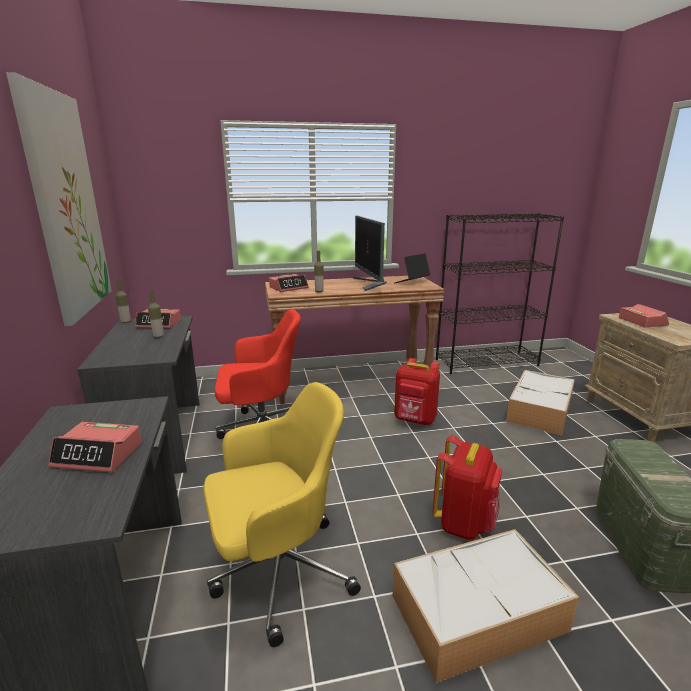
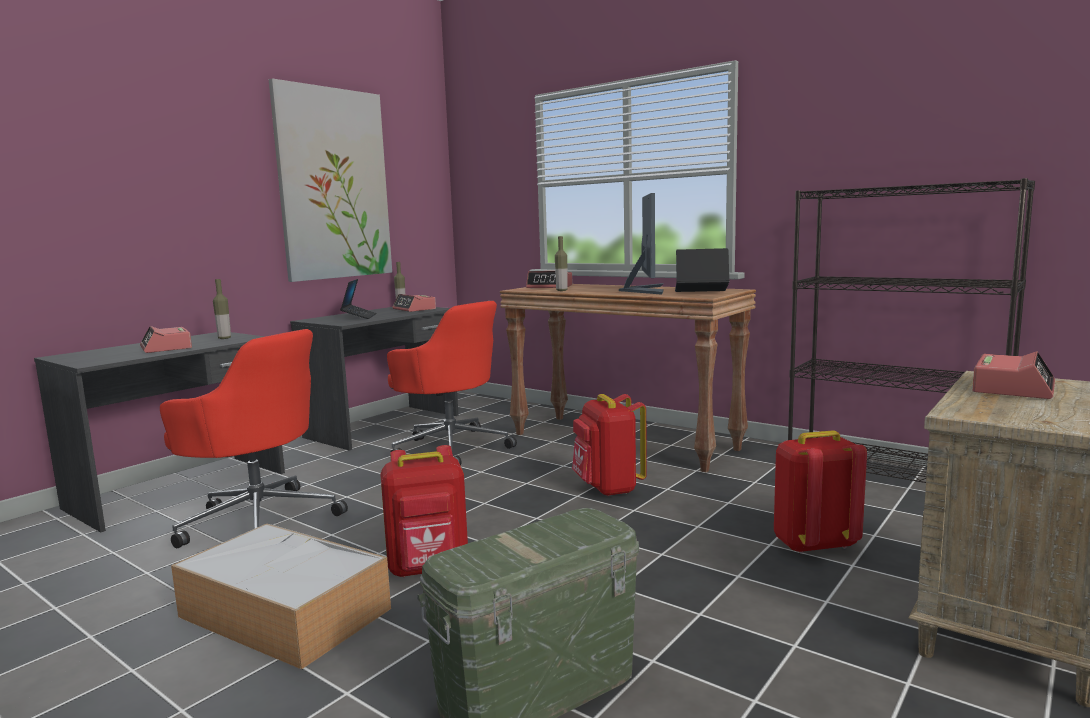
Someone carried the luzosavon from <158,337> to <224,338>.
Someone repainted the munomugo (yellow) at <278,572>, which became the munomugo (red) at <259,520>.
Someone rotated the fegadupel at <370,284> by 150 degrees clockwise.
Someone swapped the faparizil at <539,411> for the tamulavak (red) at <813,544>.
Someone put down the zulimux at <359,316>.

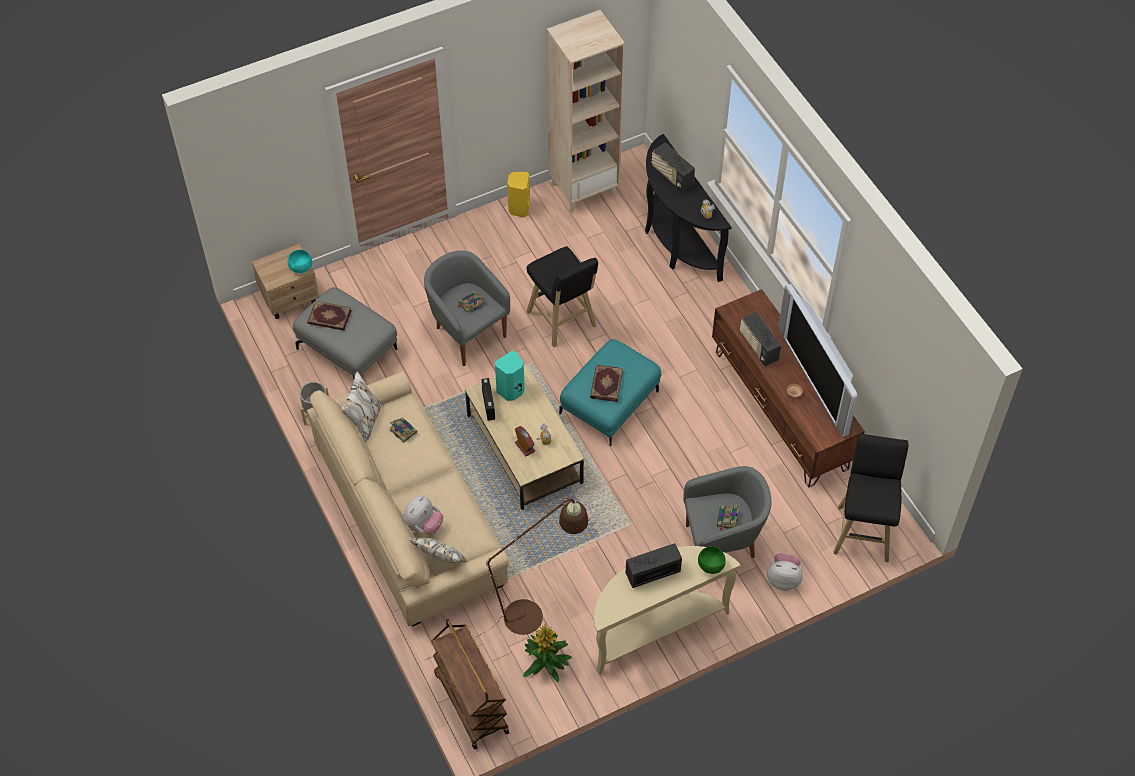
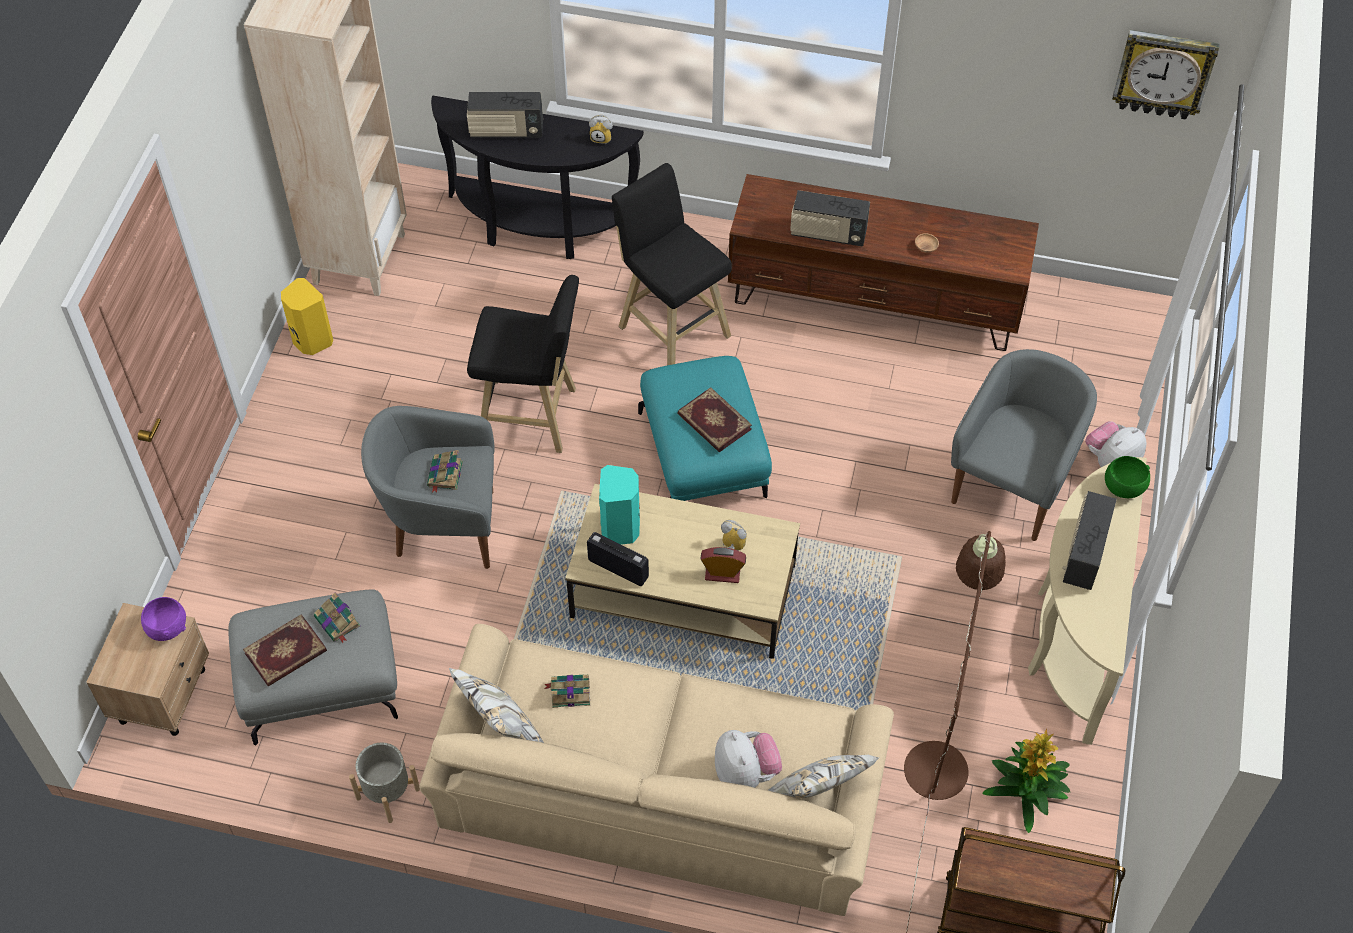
Someone repainted the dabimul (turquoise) at <301,267>, which became the dabimul (purple) at <167,627>.
Someone carried the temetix from <727,519> to <338,622>.
Someone took away the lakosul at <816,379>.
Someone carried the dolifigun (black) from <863,530> to <671,328>.
Someone put up the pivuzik at <1163,73>.

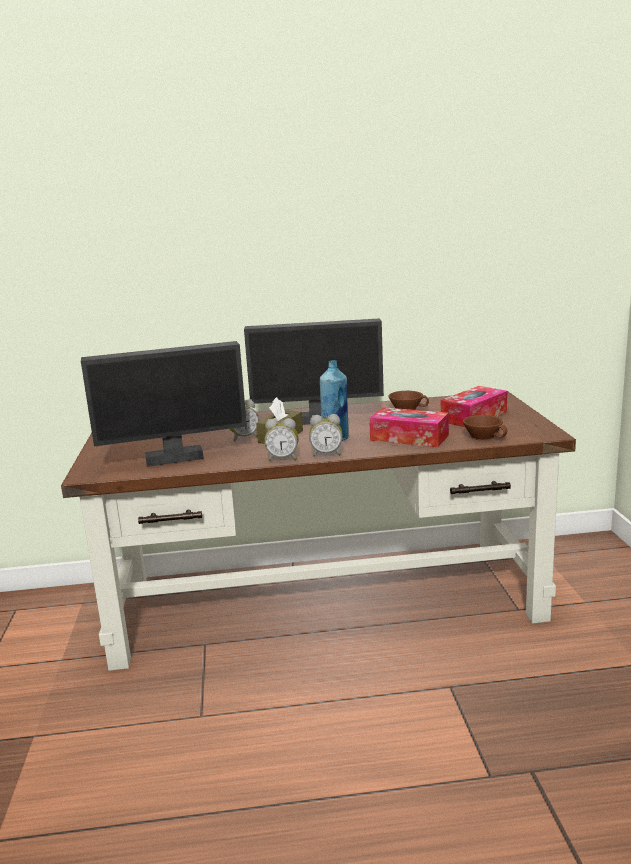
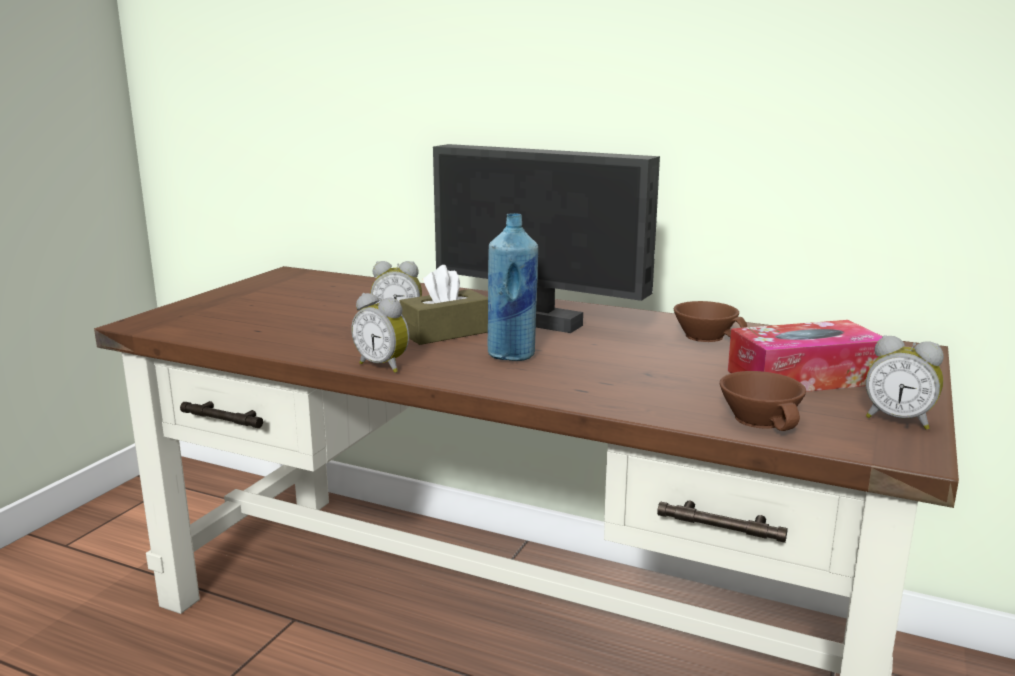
Someone took away the fegadupel at <174,459>.
Someone carried the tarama from <326,454> to <898,420>.
Someone took away the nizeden at <409,438>.

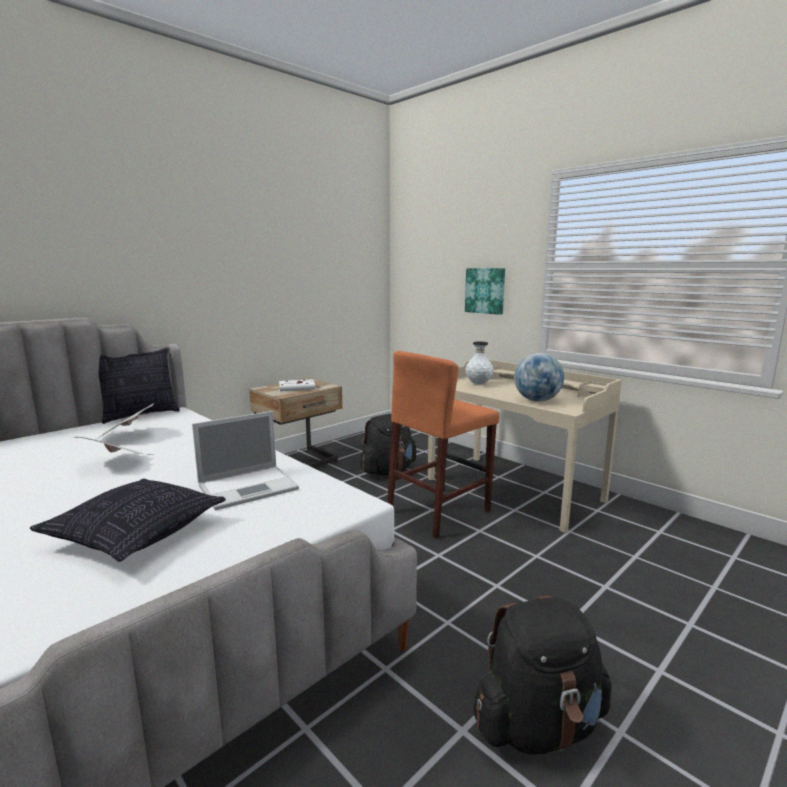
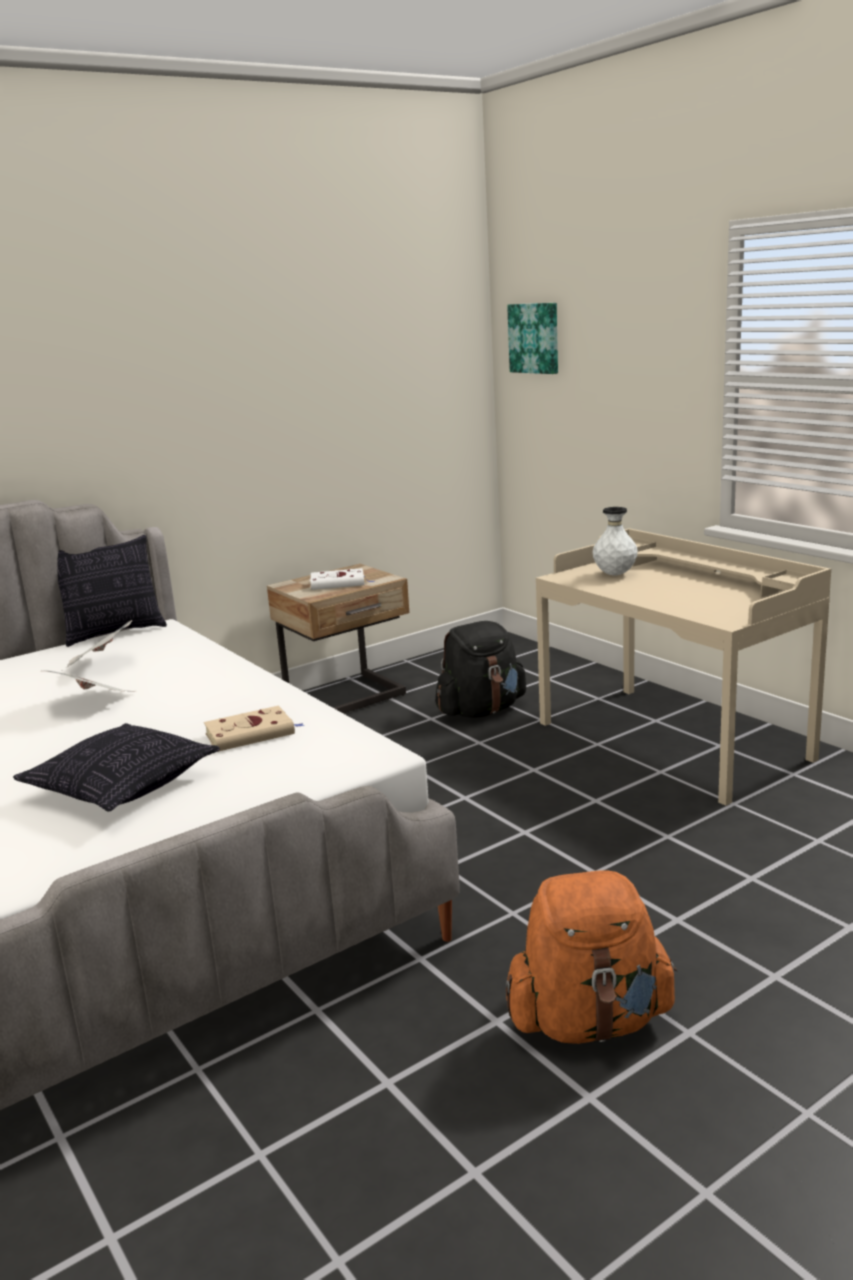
Someone swapped the zulimux at <249,486> for the temetix (beige) at <252,734>.
Someone took away the dolifigun (orange) at <439,511>.
Someone carried the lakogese from <485,290> to <535,338>.
Someone repainted the tamulavak (black) at <538,725>, which became the tamulavak (orange) at <590,1021>.
Someone took away the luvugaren at <537,400>.

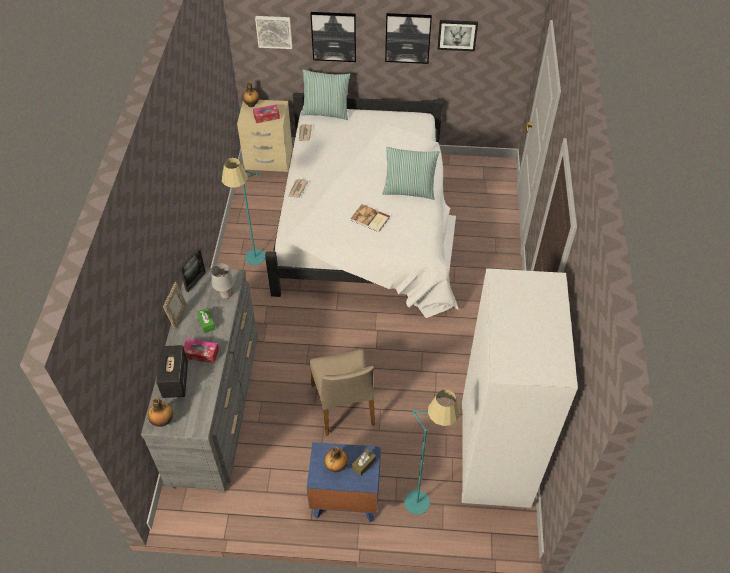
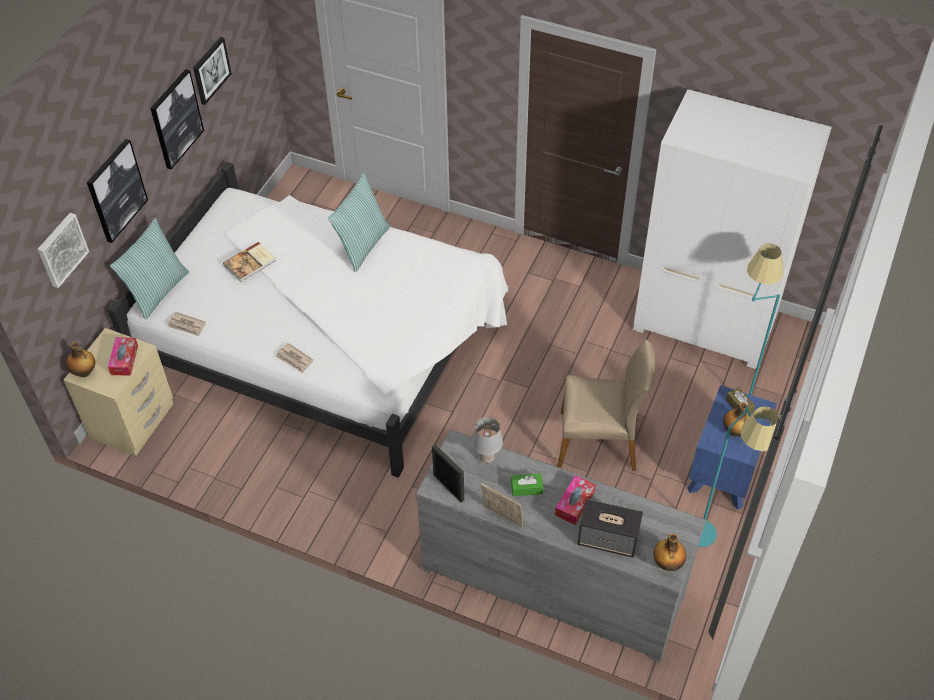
Someone carried the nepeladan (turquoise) from <253,264> to <714,538>.
Someone carried the temetix from <370,219> to <250,263>.

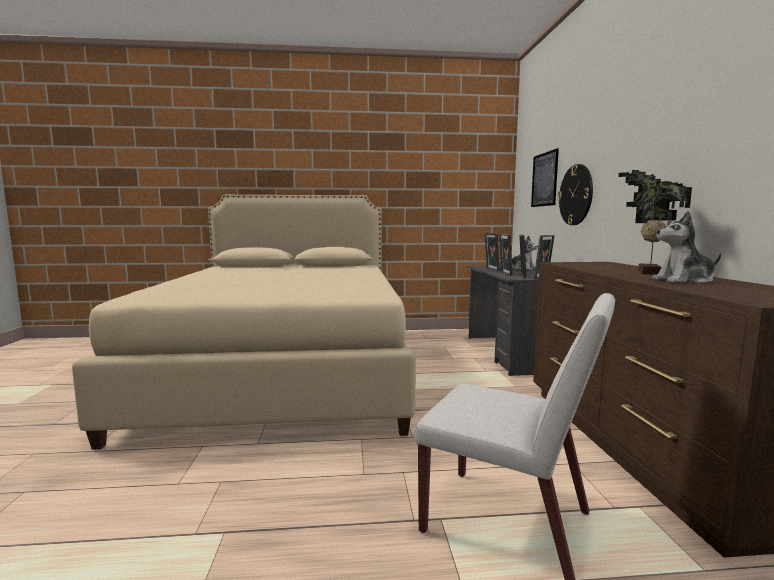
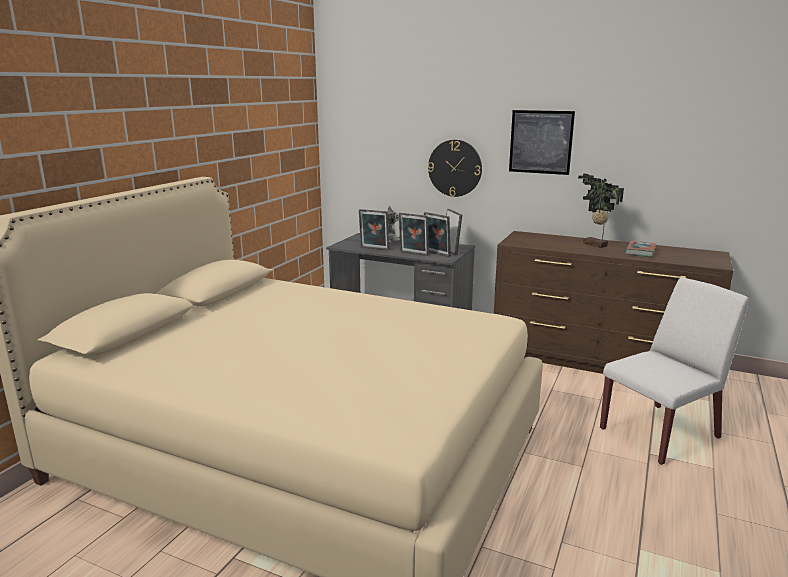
Someone carried the lakogese from <544,179> to <540,142>.
Someone swapped the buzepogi at <684,281> for the temetix at <640,251>.

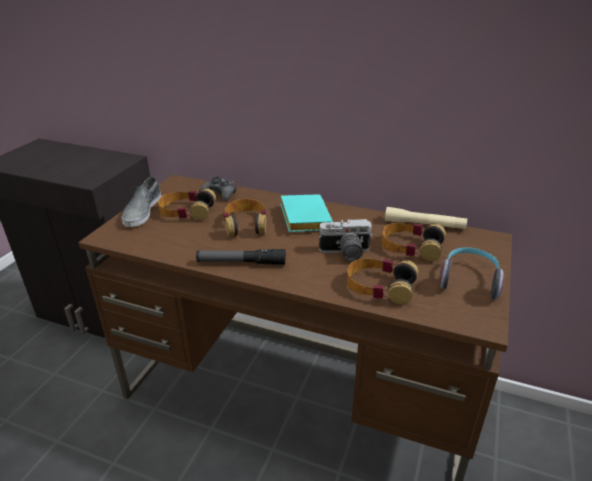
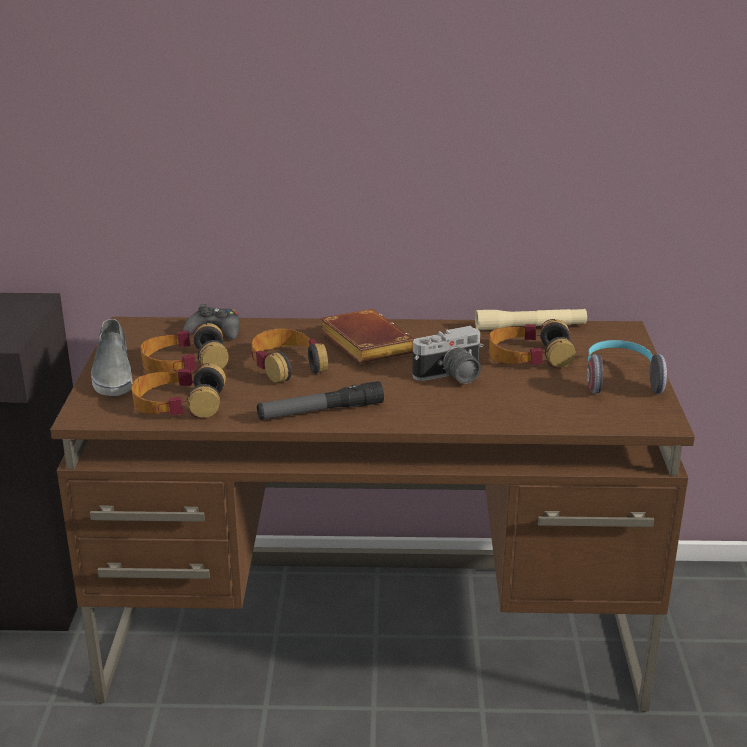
Someone repainted the temetix (turquoise) at <303,217>, which became the temetix (brown) at <363,344>.
Someone carried the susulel from <379,286> to <178,404>.

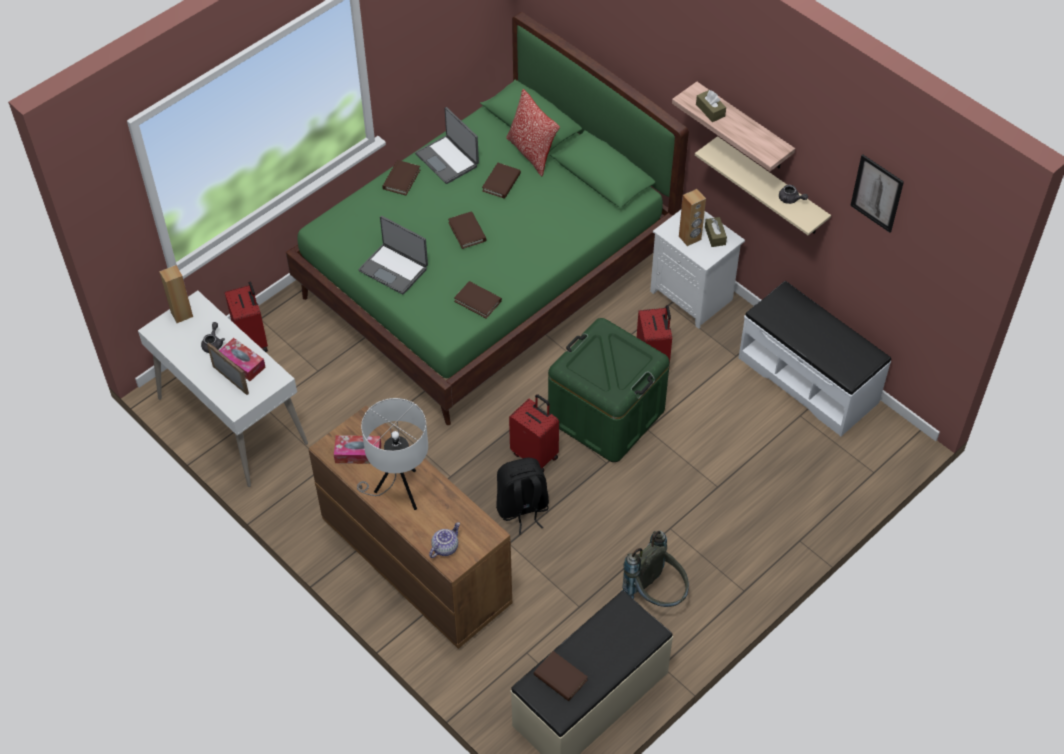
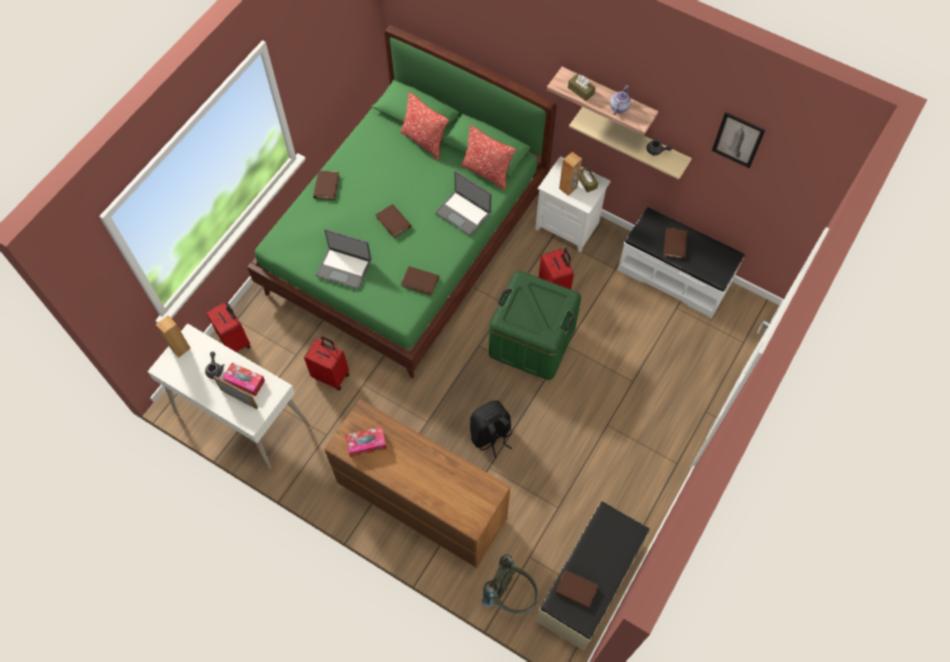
Someone took away the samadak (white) at <398,490>.
Someone carried the zulimux from <448,160> to <463,213>.
Someone carried the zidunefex from <445,547> to <618,107>.
Someone carried the temetix (brown) from <501,182> to <675,244>.
Someone carried the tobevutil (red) from <535,455> to <331,375>.
Someone carried the tamulavak (grey) from <656,595> to <510,595>.
Someone put down the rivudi at <487,173>.

